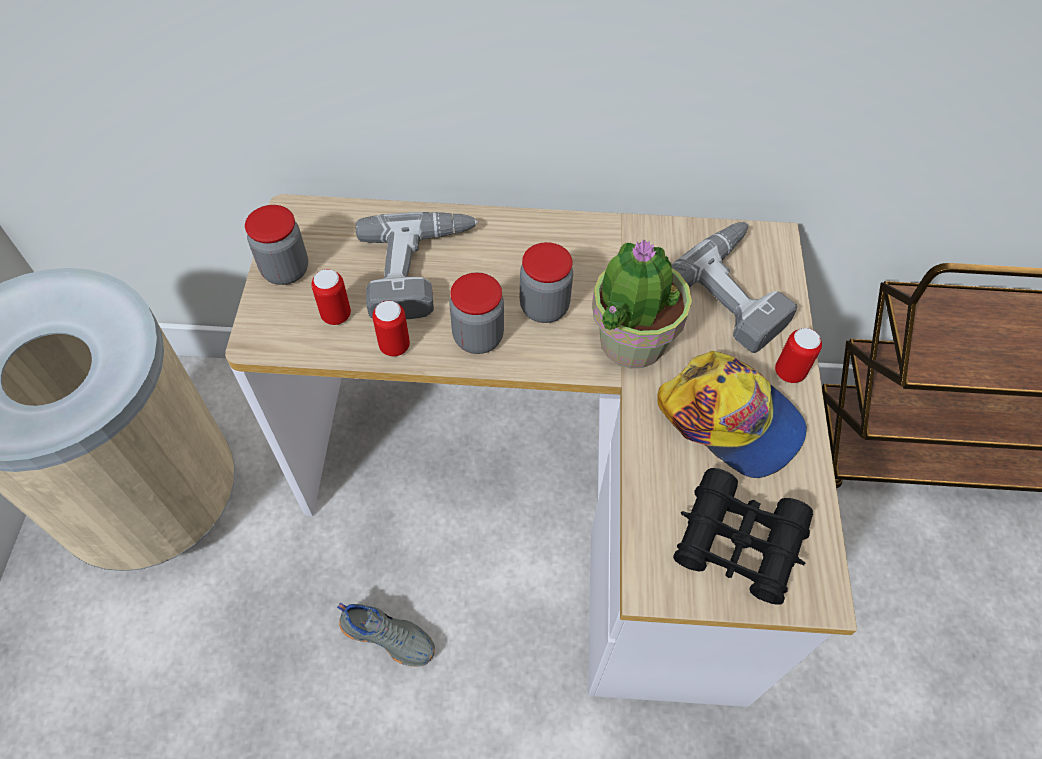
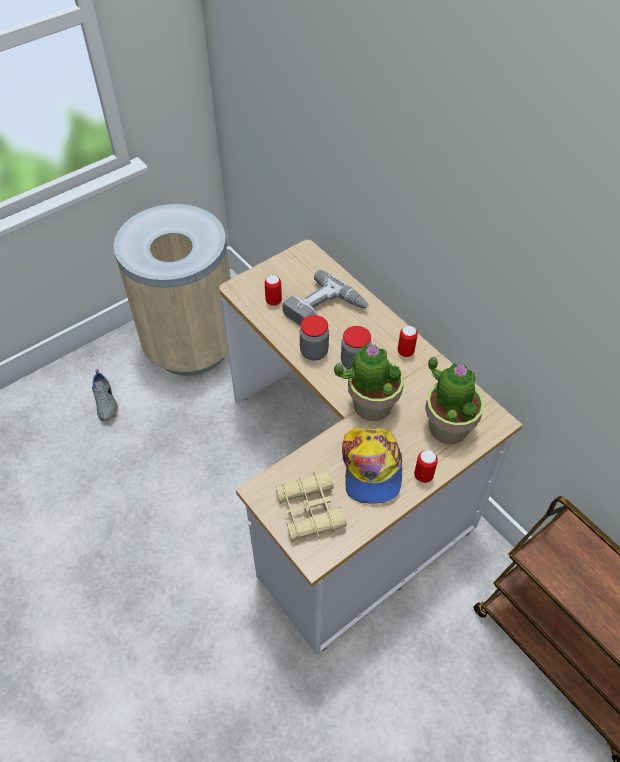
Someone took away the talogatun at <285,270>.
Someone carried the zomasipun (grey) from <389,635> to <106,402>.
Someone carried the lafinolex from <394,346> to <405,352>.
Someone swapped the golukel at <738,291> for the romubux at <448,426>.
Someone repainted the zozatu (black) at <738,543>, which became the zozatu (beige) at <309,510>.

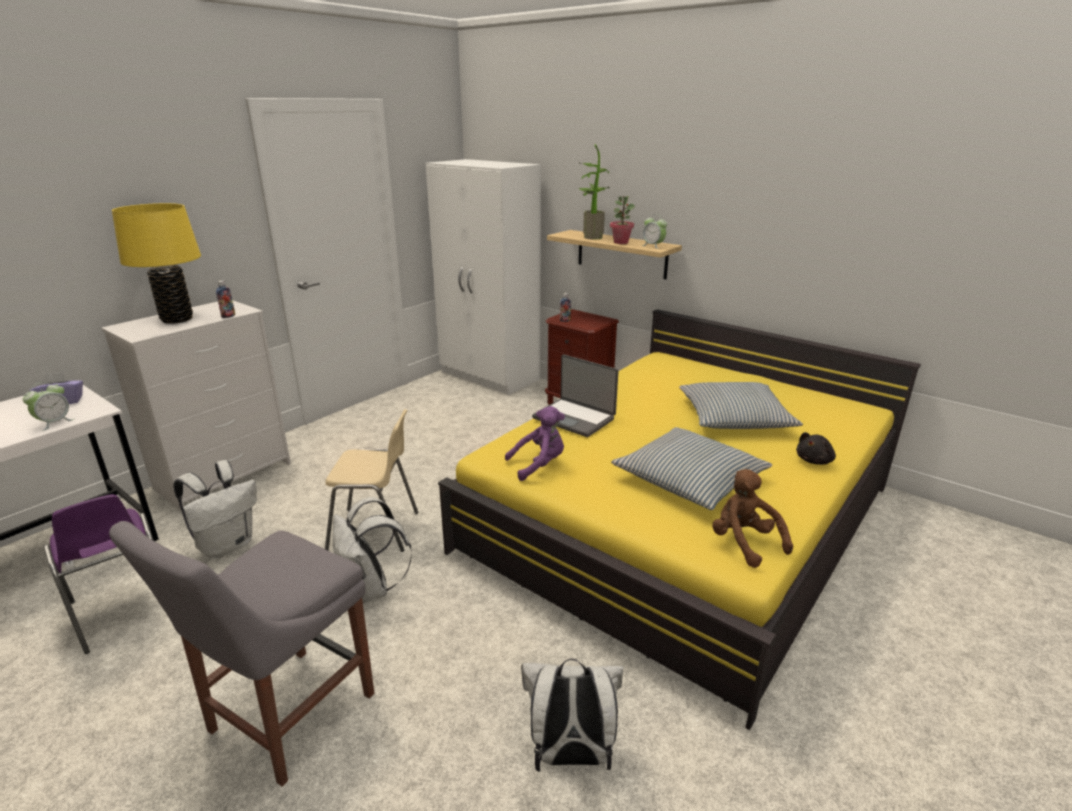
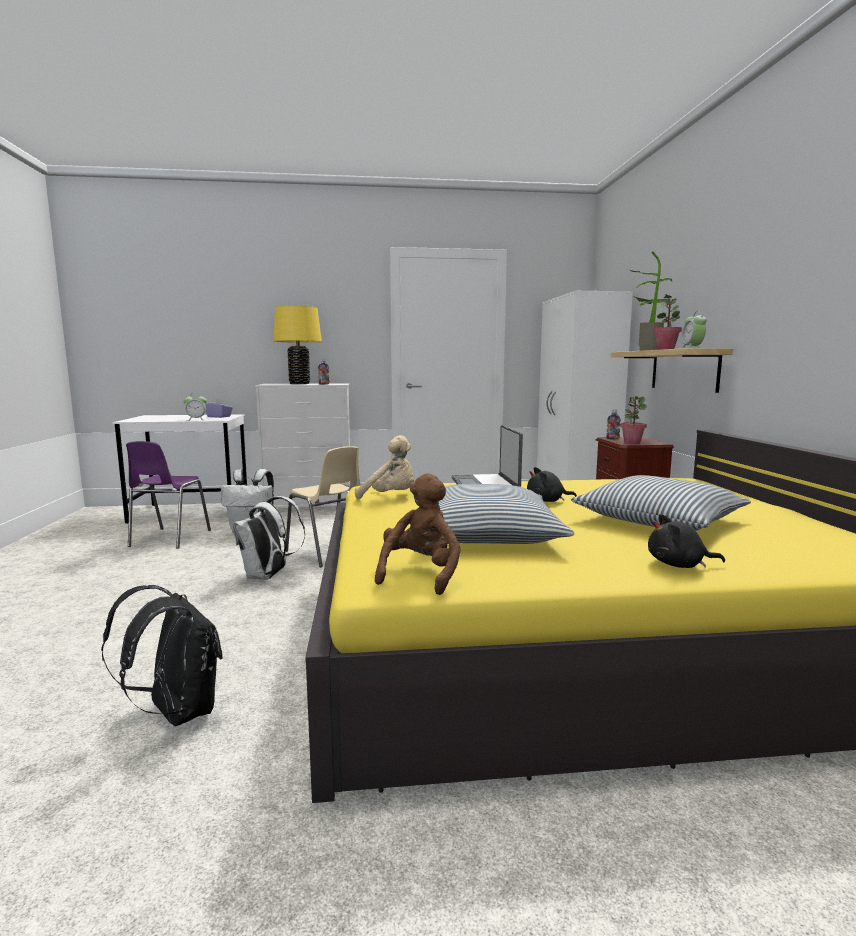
Someone took away the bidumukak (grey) at <285,717>.
Someone repainted the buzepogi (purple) at <539,465>, which became the buzepogi (beige) at <391,497>.
Someone repainted the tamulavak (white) at <570,756>, which became the tamulavak (black) at <177,712>.
Someone put down the buzepogi (black) at <547,501>.
Someone put down the romubux at <632,443>.

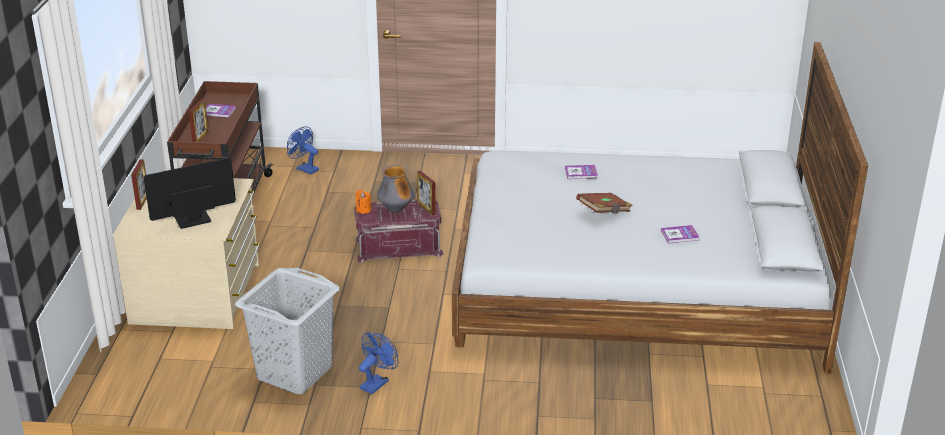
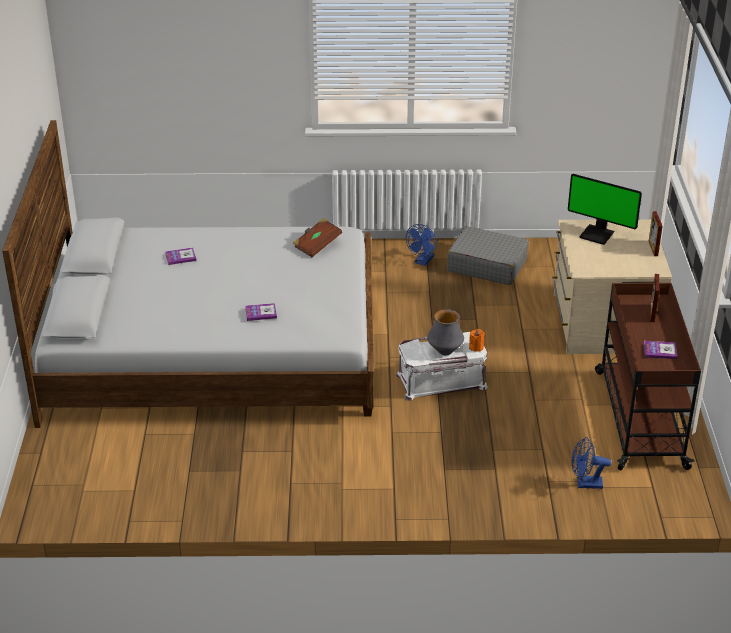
Someone rotated the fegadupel at <191,219> by 60 degrees clockwise.
Someone swapped the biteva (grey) at <295,372> for the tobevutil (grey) at <486,265>.
Someone rotated the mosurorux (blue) at <304,169> by 150 degrees clockwise.
Someone repainted the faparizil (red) at <398,246>, which became the faparizil (white) at <441,382>.
Someone took away the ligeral at <426,208>.
Someone carried the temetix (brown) from <604,212> to <317,245>.

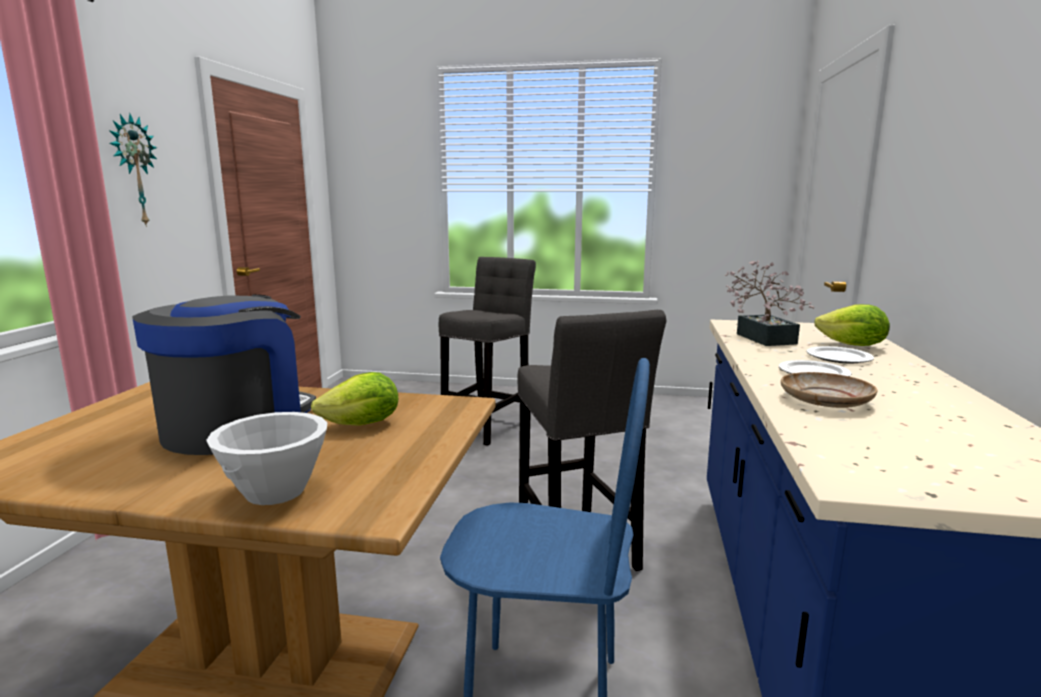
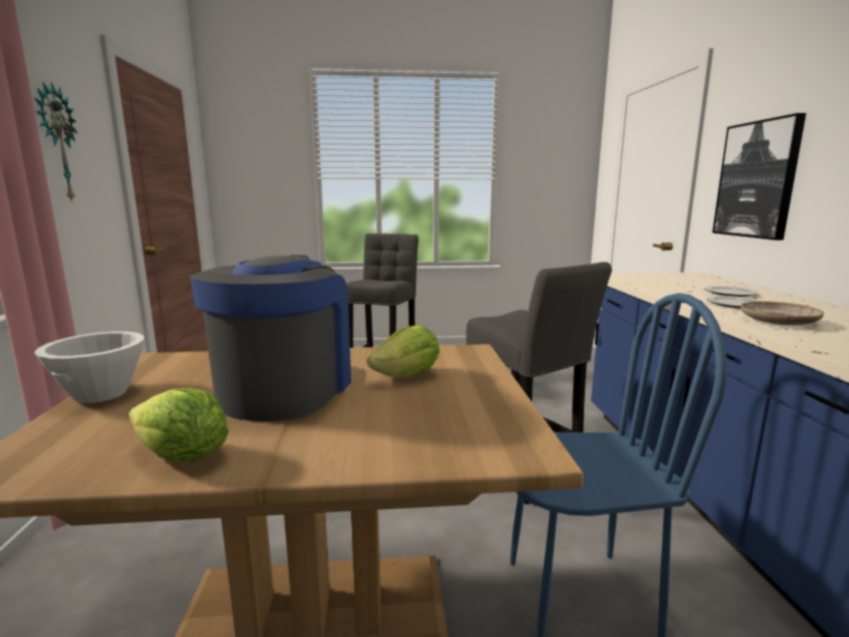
Someone carried the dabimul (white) from <276,491> to <102,394>.
Someone took away the romubux at <762,337>.
Someone carried the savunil from <852,346> to <182,457>.
Someone put up the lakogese at <757,180>.

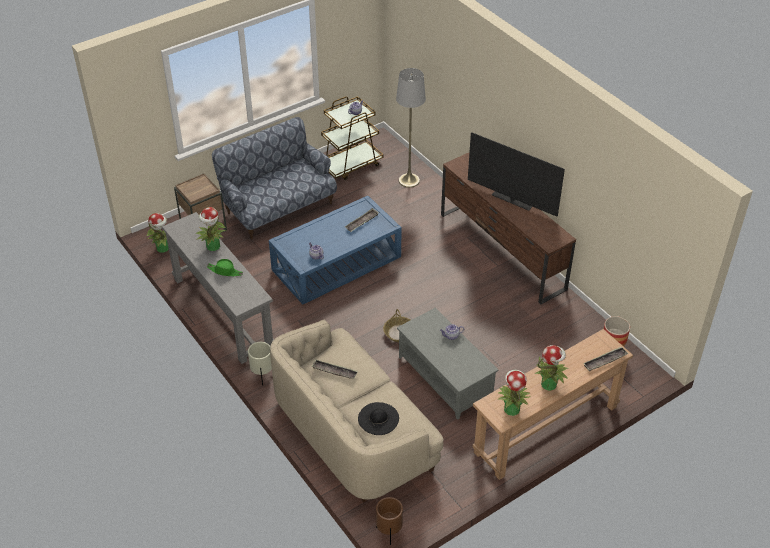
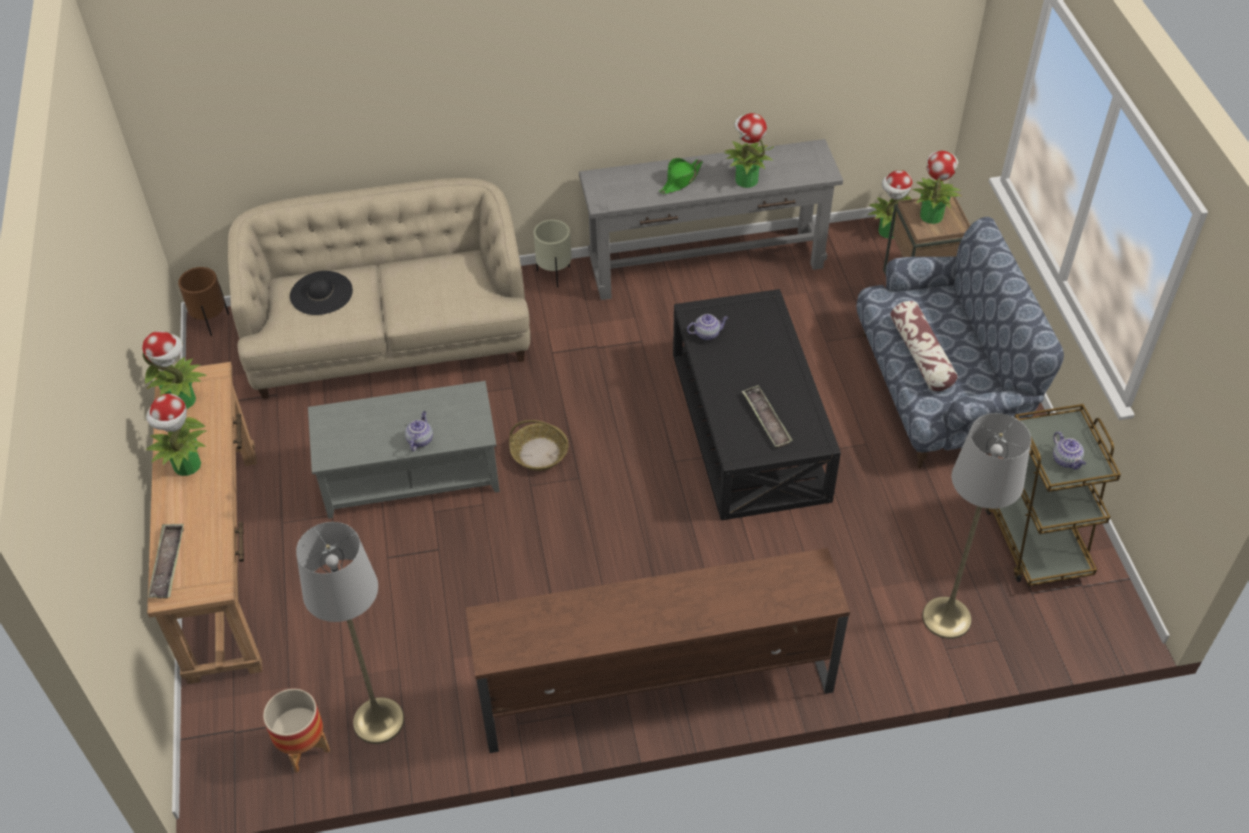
Someone repainted the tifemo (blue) at <336,263>, which became the tifemo (black) at <750,425>.
Someone took away the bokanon at <334,371>.
Someone took away the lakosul at <512,200>.
Someone put down the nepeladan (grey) at <378,720>.
Someone put down the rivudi at <921,355>.
Someone put down the romubux at <931,215>.

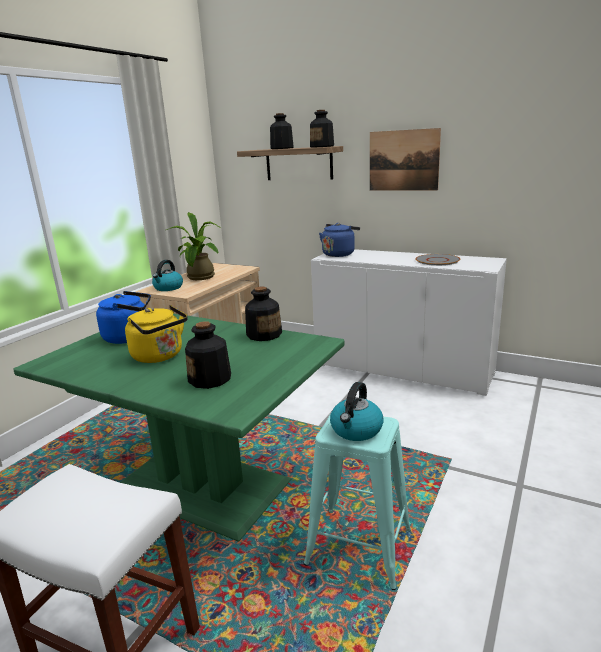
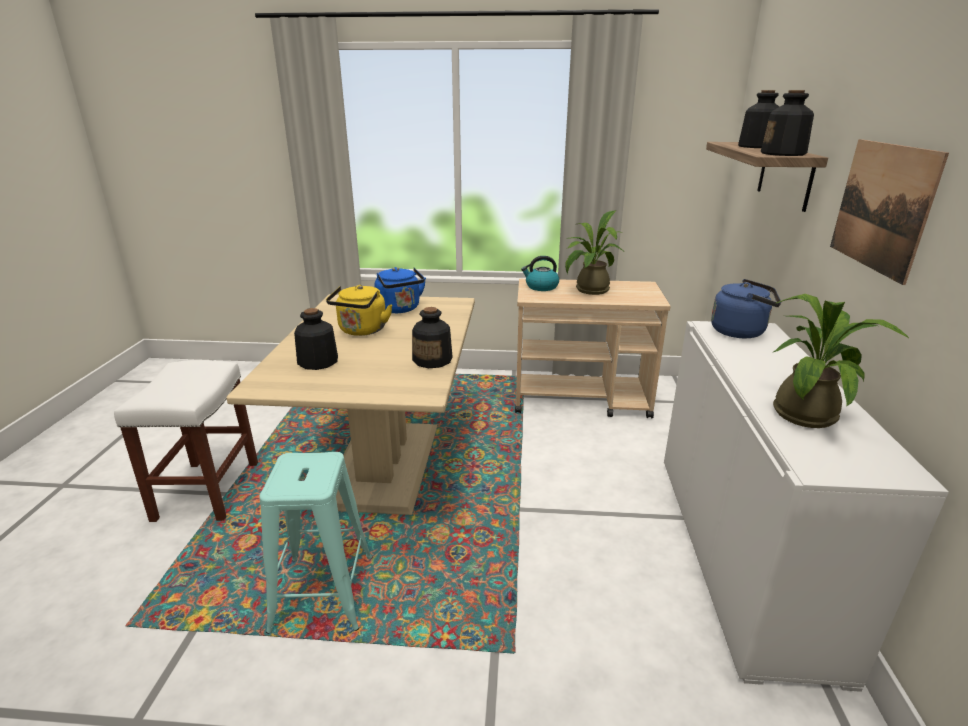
Someone repainted the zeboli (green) at <202,484>, which became the zeboli (beige) at <385,463>.
Someone took away the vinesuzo at <356,430>.
Someone swapped the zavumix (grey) at <437,260> for the romubux at <808,412>.

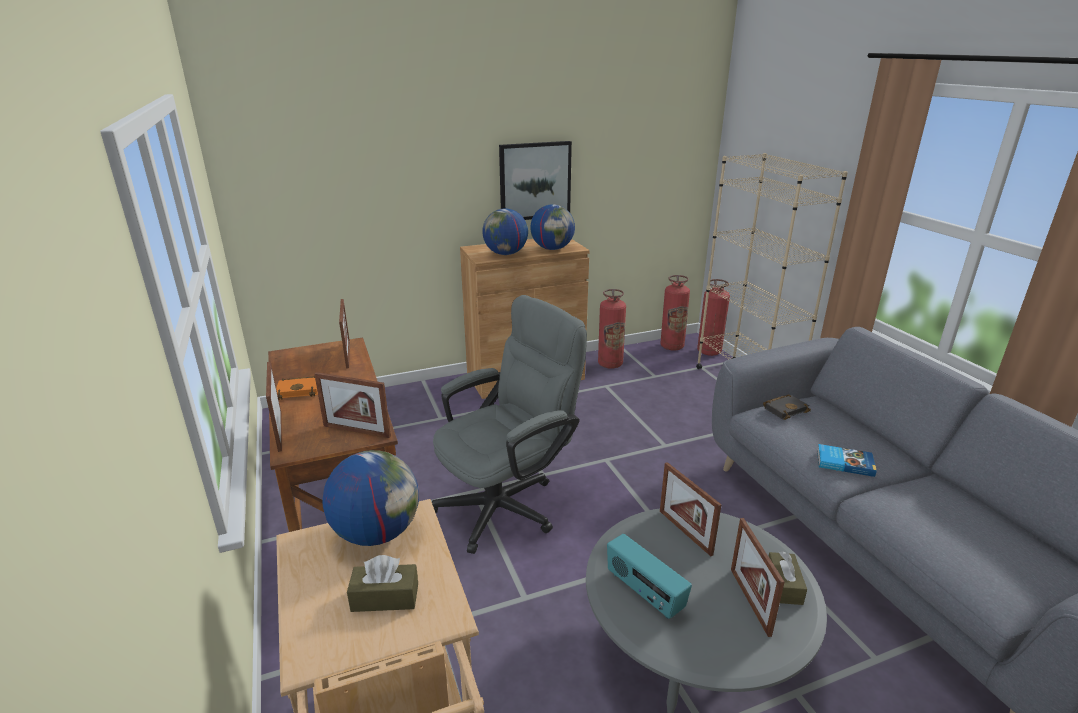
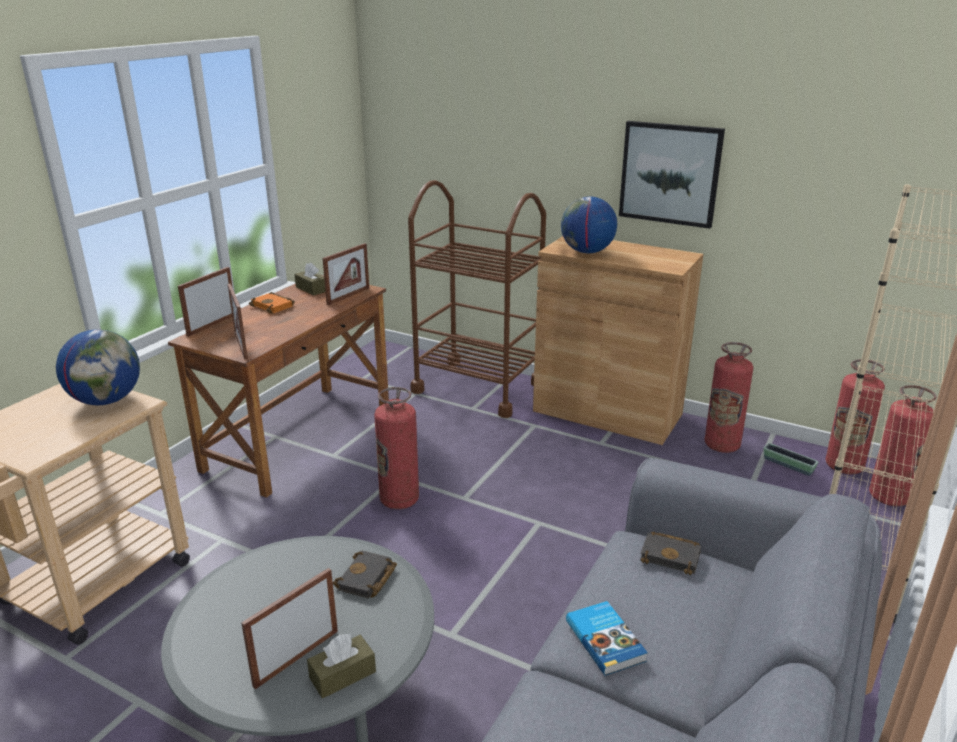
Someone carried the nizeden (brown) from <385,597> to <311,289>.
Someone swapped the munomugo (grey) at <507,503> for the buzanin at <399,500>.
Someone took away the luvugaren at <552,249>.
Someone took away the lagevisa at <644,592>.
Someone swapped the ligeral at <685,532> for the temetix (black) at <367,580>.
Someone put down the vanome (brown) at <478,387>.
Someone put down the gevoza at <788,465>.

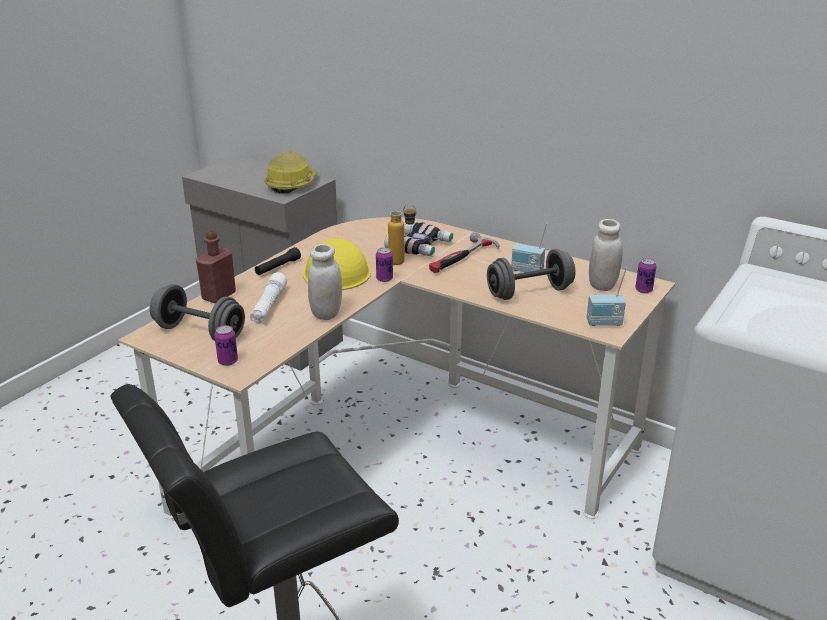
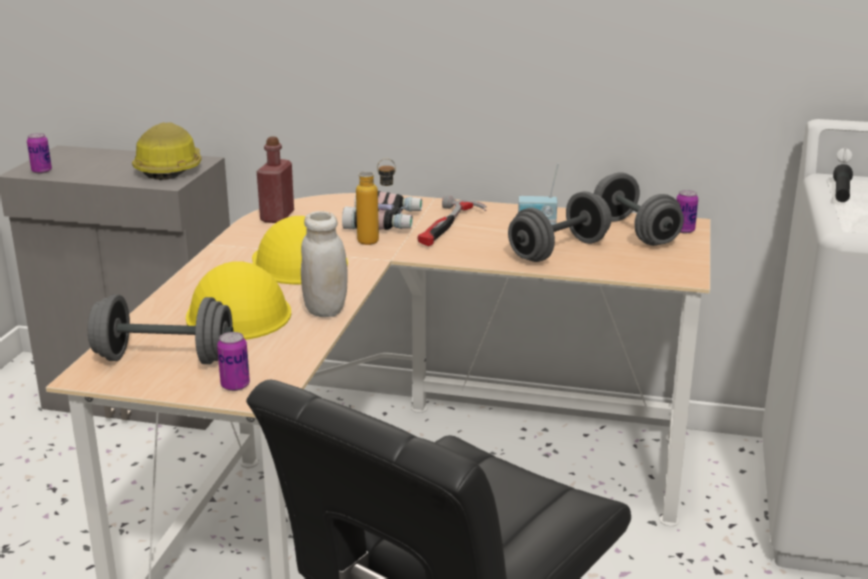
Someone carried the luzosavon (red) from <219,296> to <277,217>.
Someone swapped the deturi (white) at <269,305> for the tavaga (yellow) at <238,313>.
Someone carried the deturi (black) from <278,267> to <841,192>.
Someone carried the lafinolex from <384,279> to <41,171>.
Someone took away the lagevisa at <604,323>.
Someone swapped the talogatun (white) at <602,285> for the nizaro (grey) at <635,232>.

